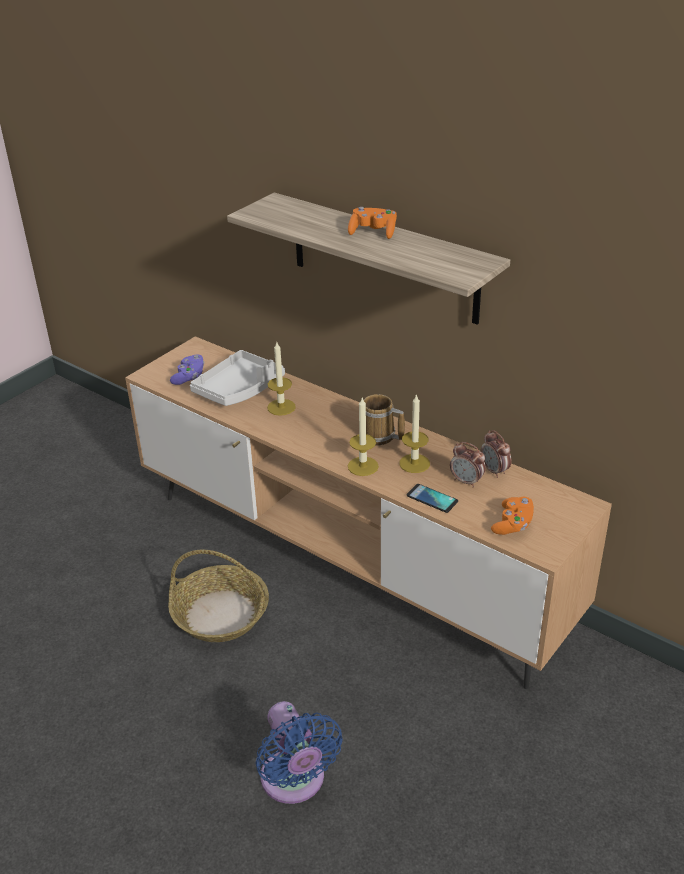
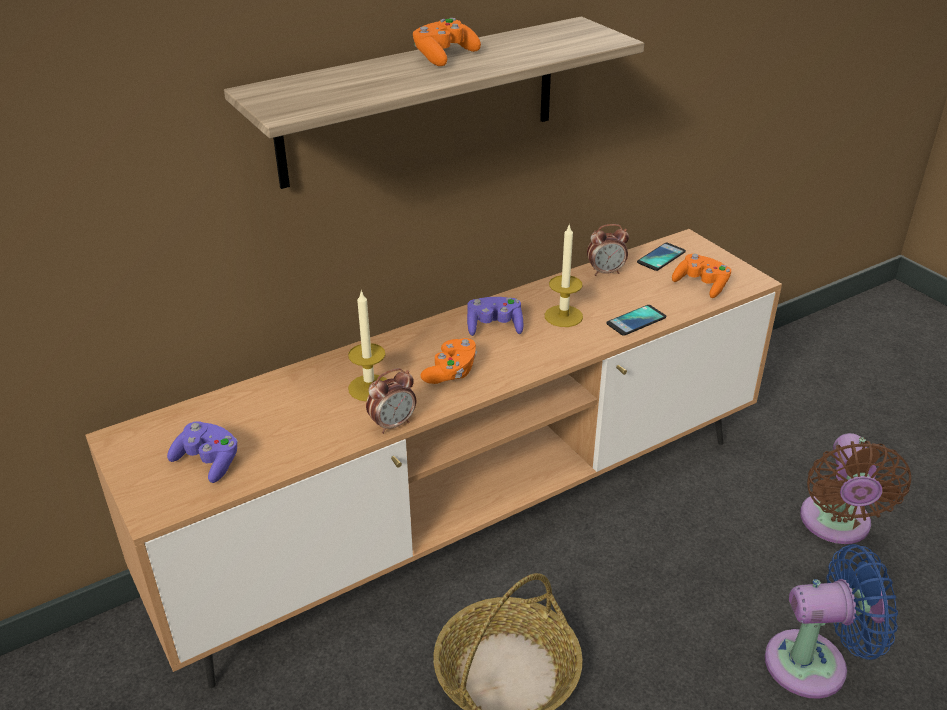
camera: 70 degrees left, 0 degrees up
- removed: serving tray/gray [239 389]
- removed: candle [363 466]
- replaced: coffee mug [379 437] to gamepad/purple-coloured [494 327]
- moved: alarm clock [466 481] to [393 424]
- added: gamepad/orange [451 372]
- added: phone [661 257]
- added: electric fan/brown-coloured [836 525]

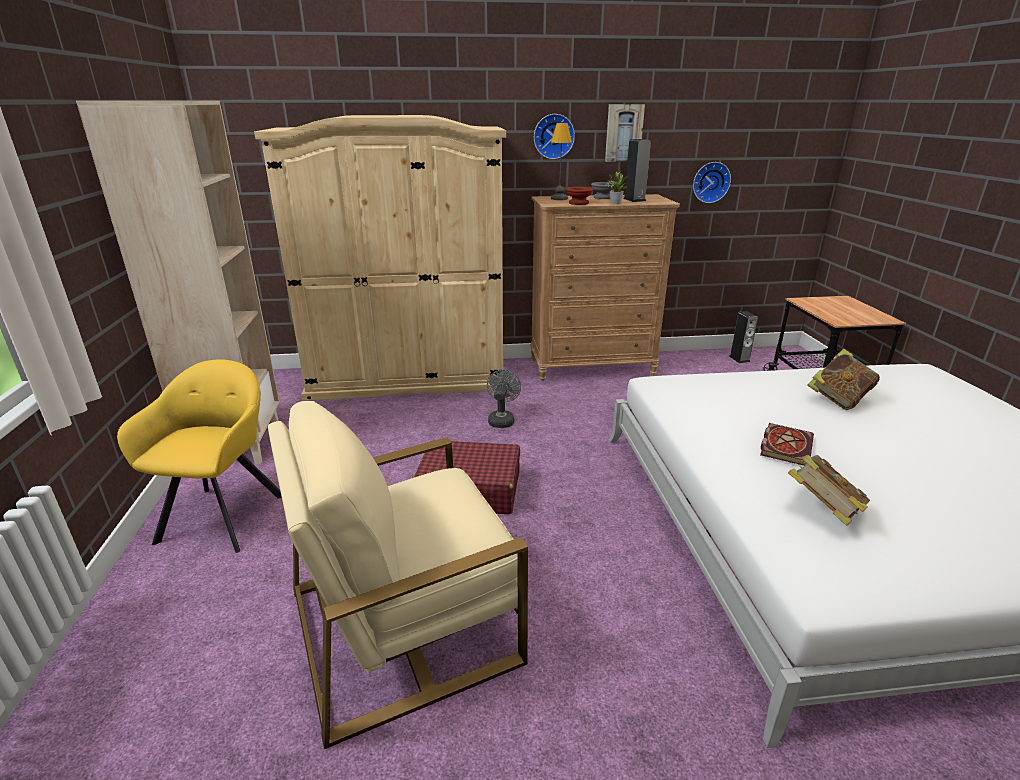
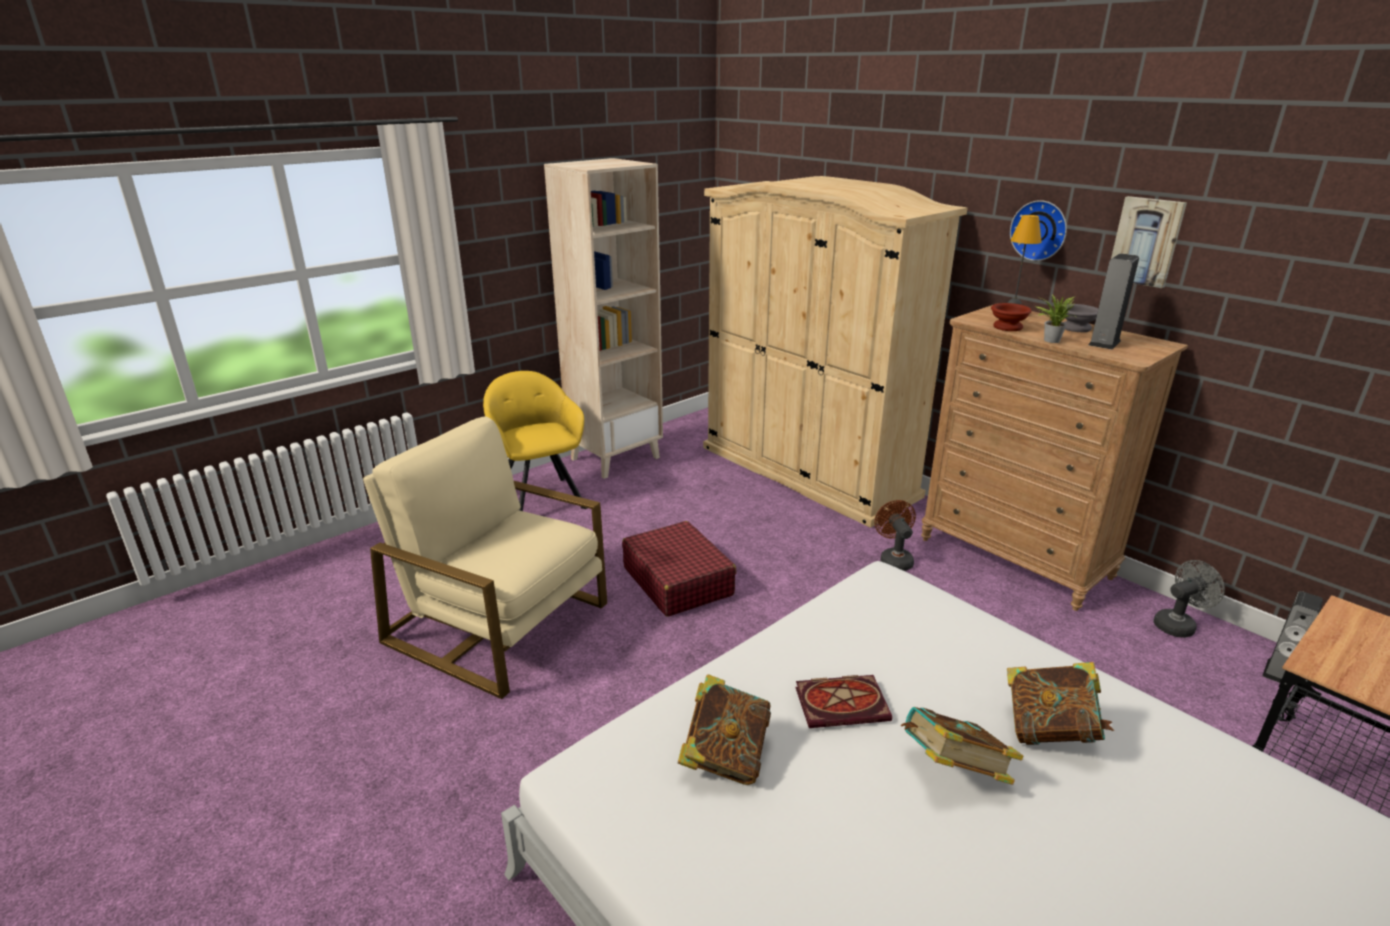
camera: 55 degrees right, 0 degrees up
- turned: armchair/yellowish [226 513] = [539 498] 90 degrees counterclockwise
- moved: electric fan/gray [502 419] to [1178 625]
- removed: clock on the wall [710 182]
- added: electric fan/brown-coloured [894 559]
- added: volume [952 771]

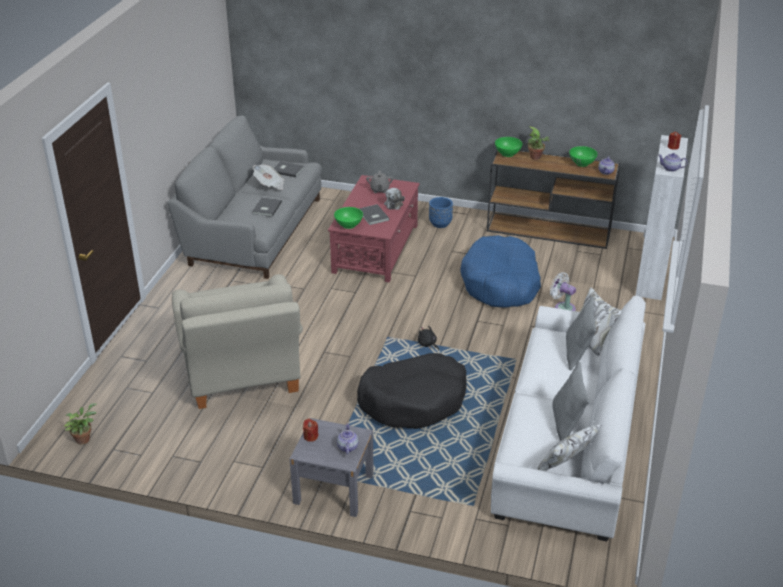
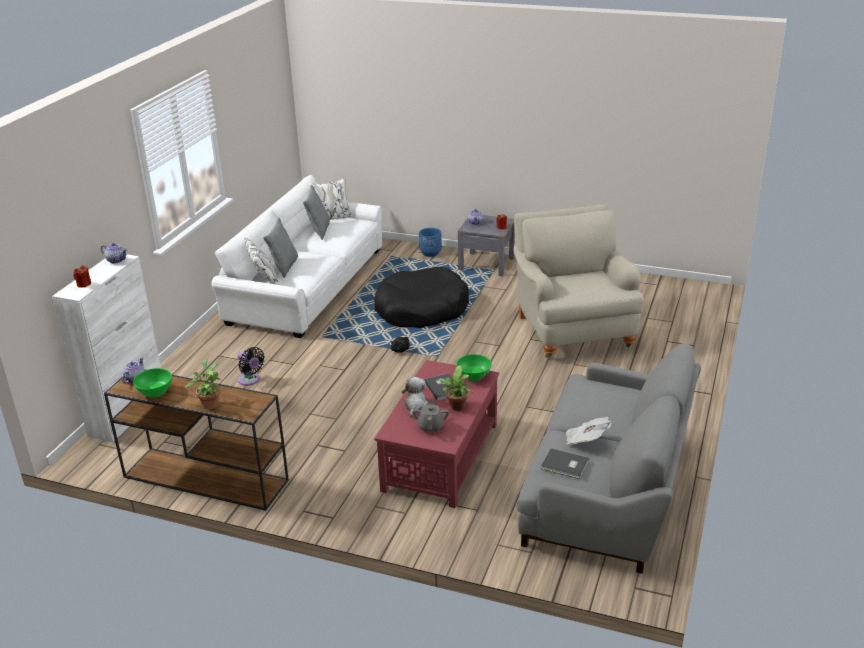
camera: 175 degrees left, 5 degrees down
- moved: houseplant [84 438] to [456 407]
- removed: volume/gray [266 208]
- moved: plant pot/blue-coloured [440 223] to [430 253]
- removed: dog cushion/blue-coloured [501 283]
- removed: bowl/green [507 154]
- recoloured: electric fan/whitish [562 308] to electric fan/blackish [250 380]

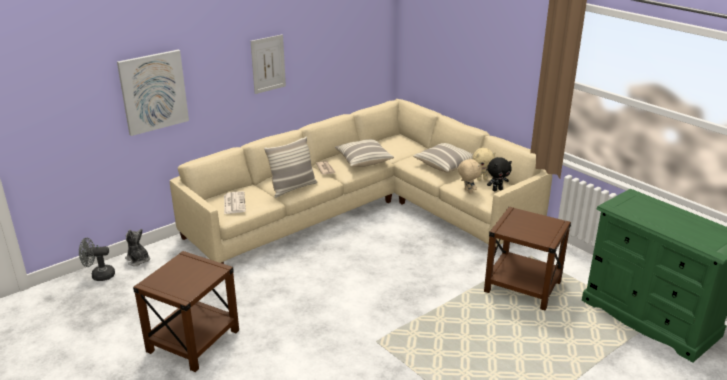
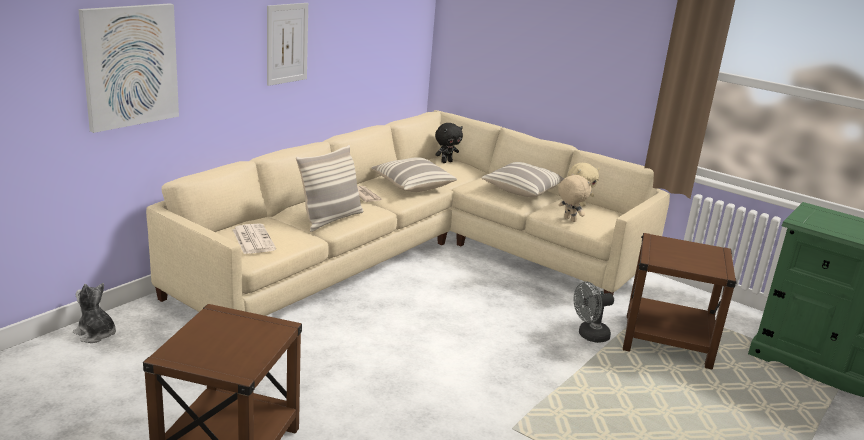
camera: 15 degrees left, 5 degrees down
- moved: electric fan/gray [99 275] to [589 336]
- moved: soft toy/blackish [497 189] to [446 161]

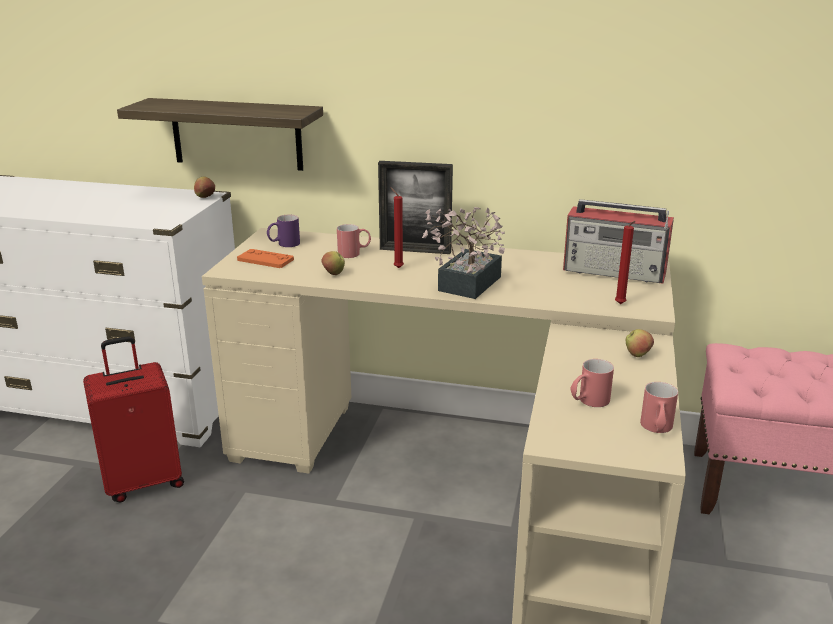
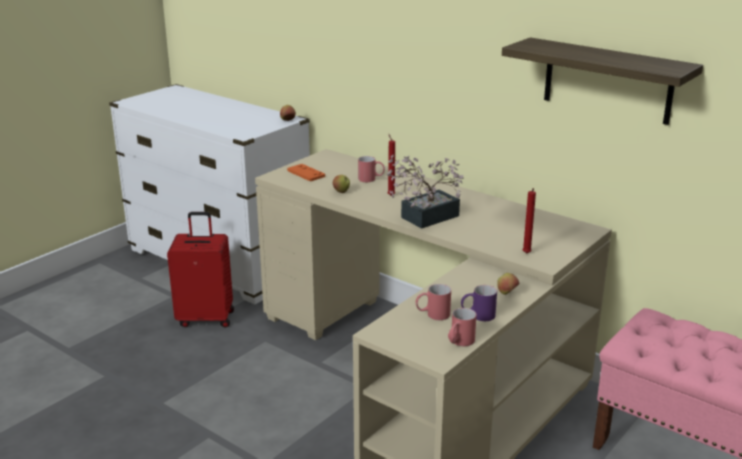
camera: 25 degrees right, 0 degrees up
- moved: bracket shelf [236 134] to [607 81]
- moved: coffee mug/purple-coloured [284 244] to [477 316]
- removed: picture frame [415 250]
- removed: radio [615 272]

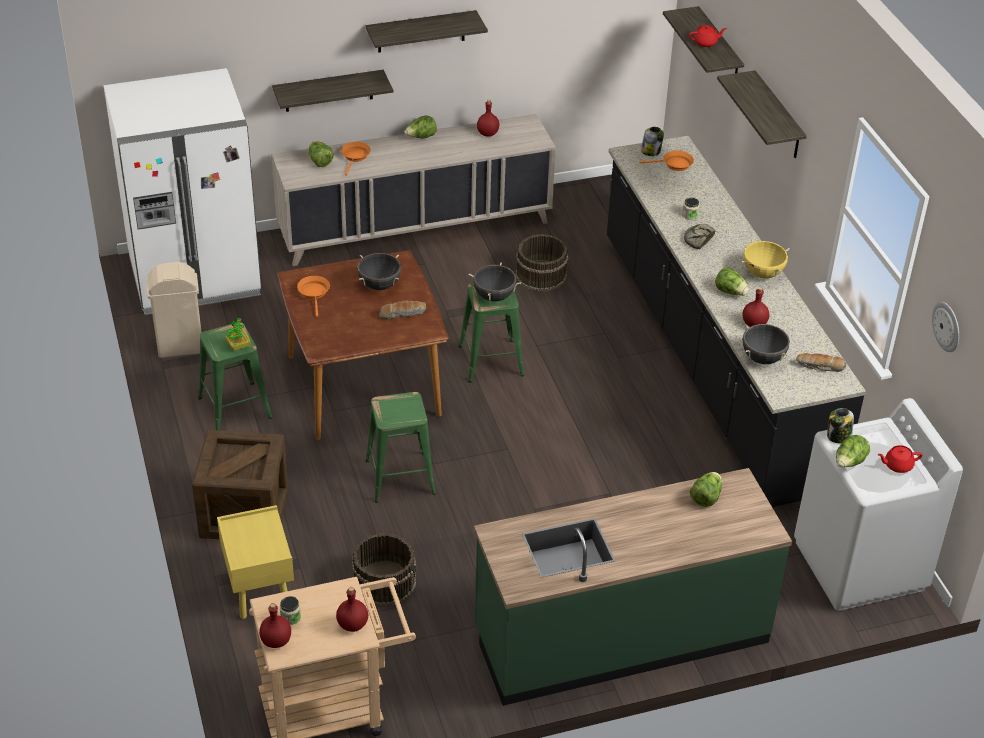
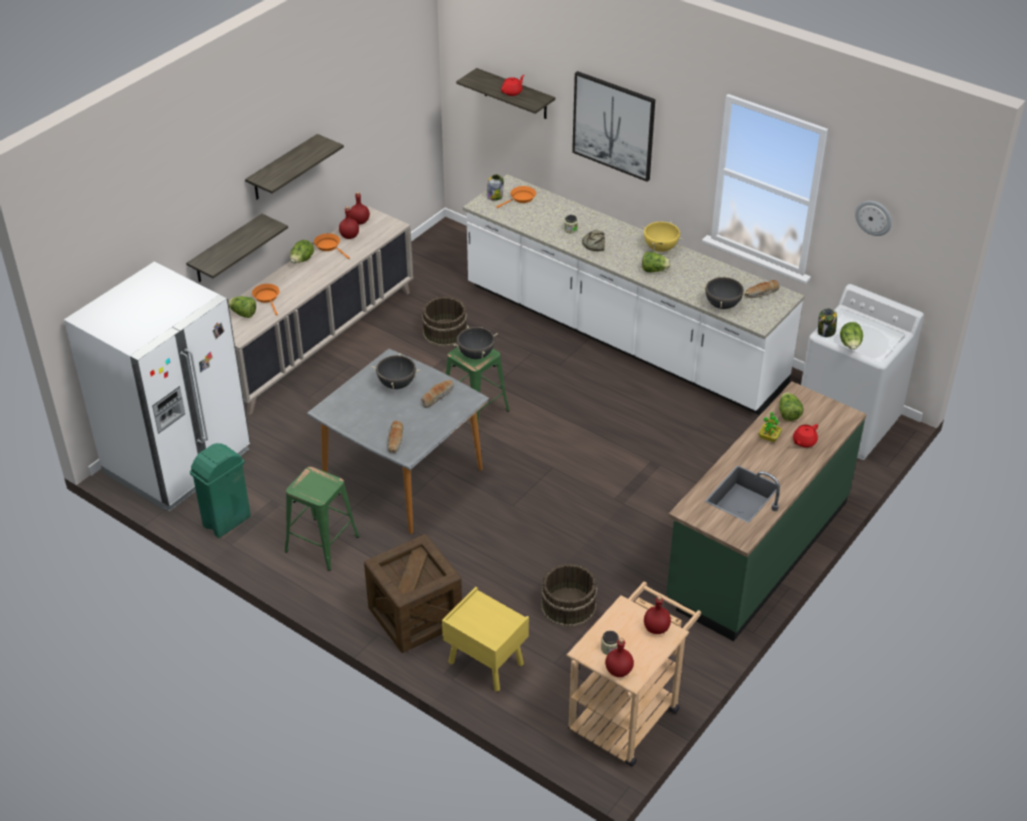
camera: 35 degrees left, 0 degrees up
- recoloured: trash can/beige-coloured [179 347] to trash can/green [226 521]
- moved: houseplant [238 346] to [769 437]
- recoloured: kitchen table/brown-coloured [363 387] to kitchen table/gray [403 477]
- moved: pan/orange [314 293] to [329 246]
- removed: stool/green [400 477]
- recoloured: kitchen counter/blackish [711 359] to kitchen counter/whitish [622 336]
- replaced: bracket shelf [778 116] to wall art [613 125]
- moved: bottle/red [754 323] to [359 221]
- moved: tea pot/red [897 465] to [804 442]
- added: bread [396 440]

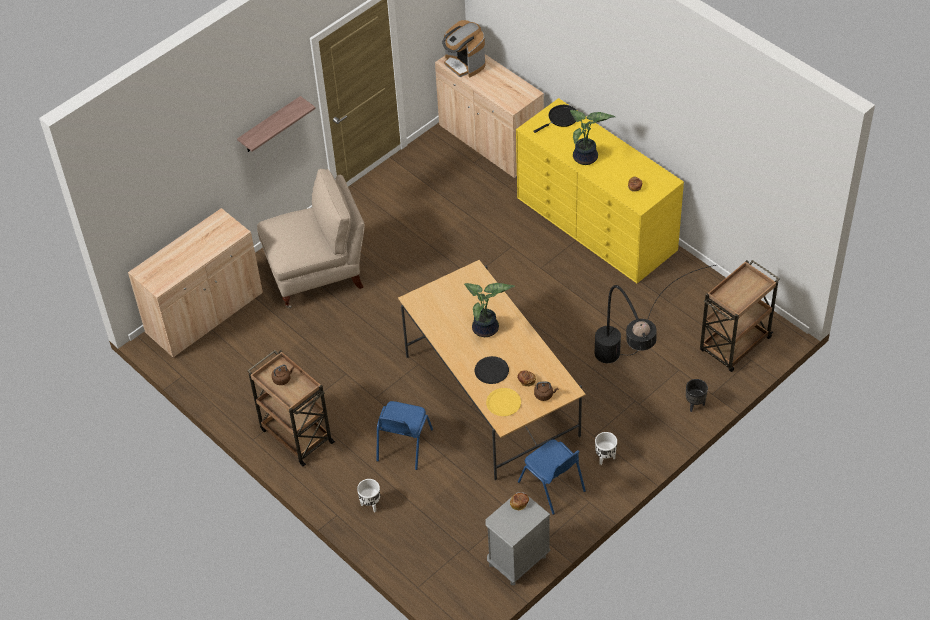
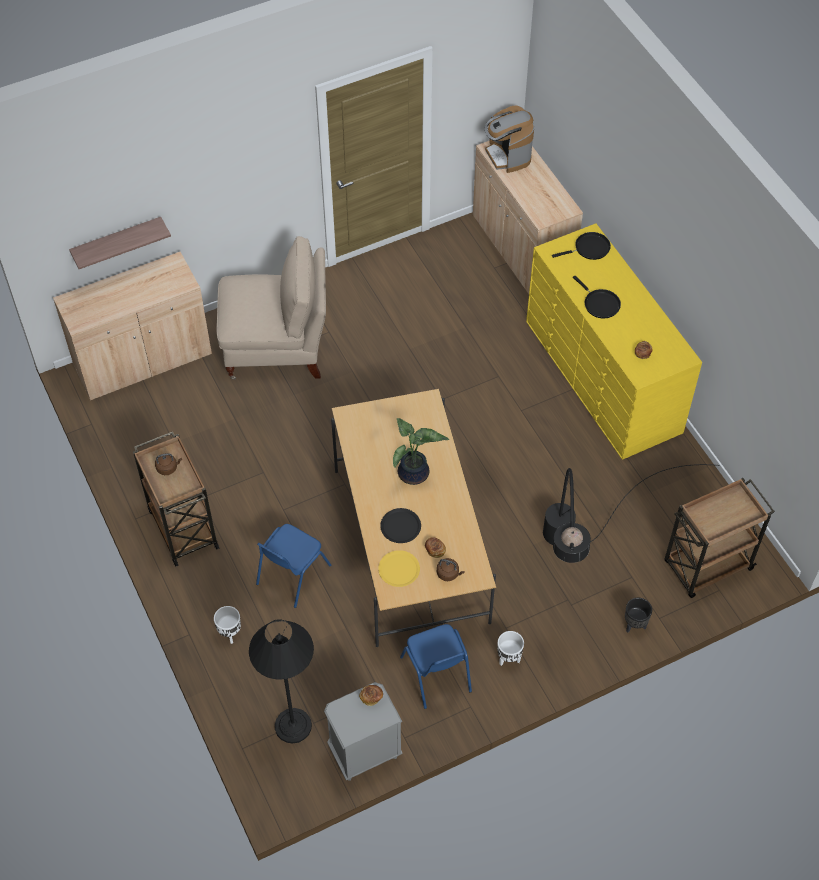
camera: 15 degrees right, 5 degrees up
- moved: bracket shelf [270 126] to [117 242]
- replaced: houseplant [586 158] to pan/blackish [599 304]
- added: standard lamp/blackish [293 726]

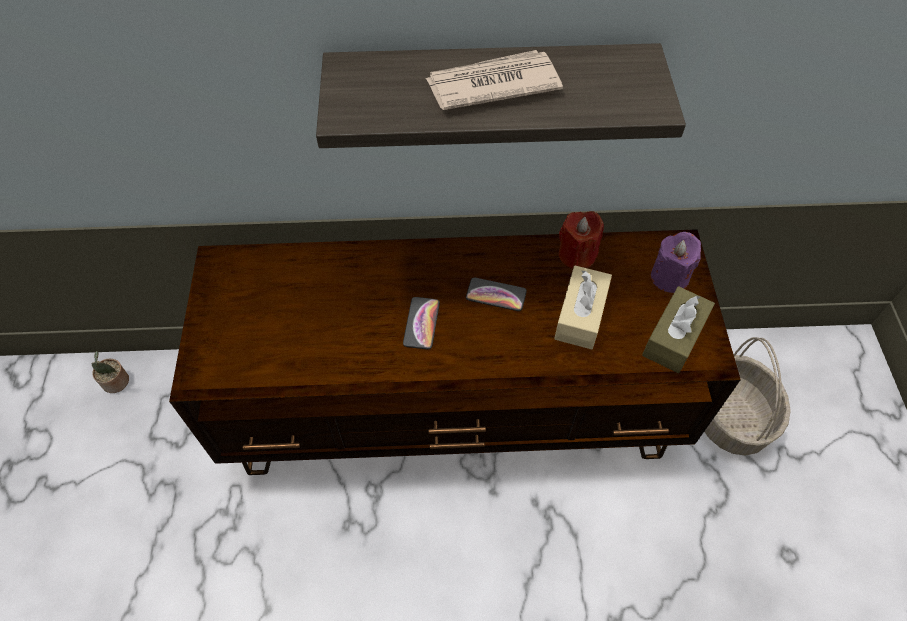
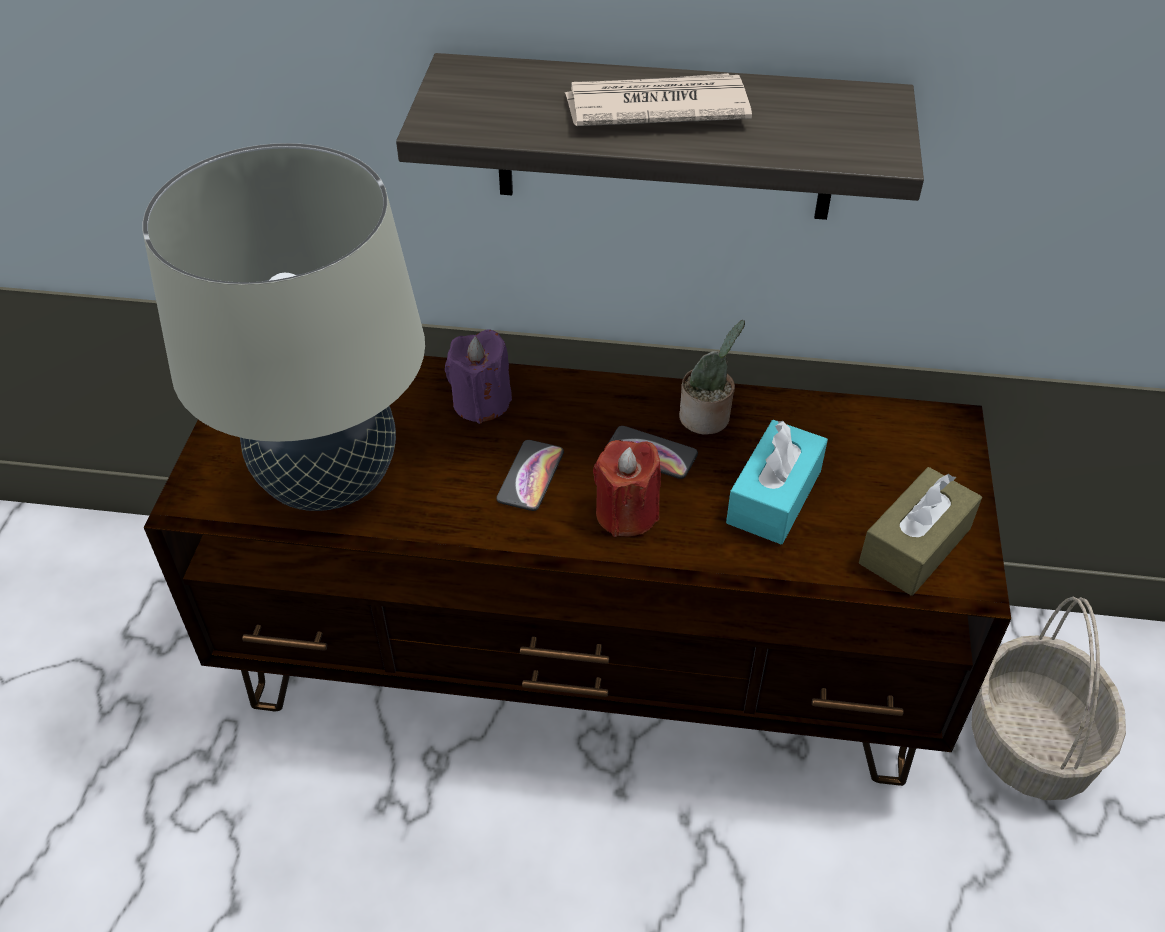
camera: 10 degrees right, 10 degrees down
- moved: houseplant [117 382] to [707 419]
- recoloured: box of tissues/beige-coloured [580 315] to box of tissues/turquoise [774 497]
- moved: candle/red [577 254] to [626 513]
- moved: candle/purple-coloured [669 277] to [481 402]
- added: tabletop lamp/beige-coloured [329 479]

